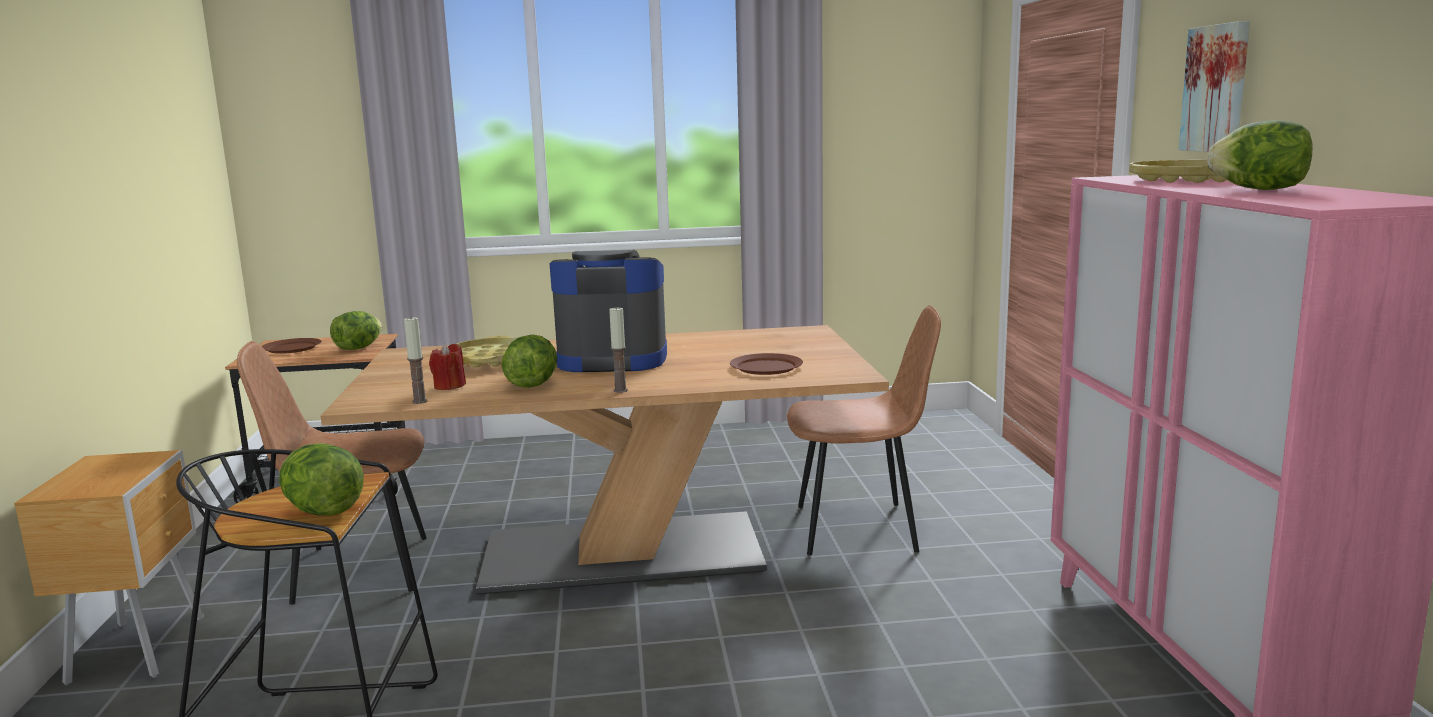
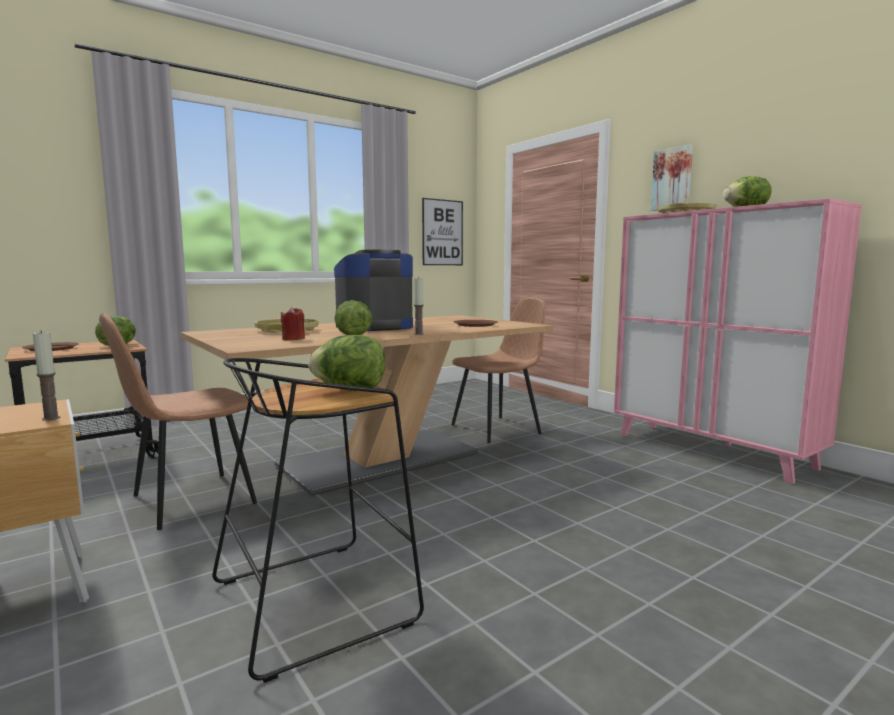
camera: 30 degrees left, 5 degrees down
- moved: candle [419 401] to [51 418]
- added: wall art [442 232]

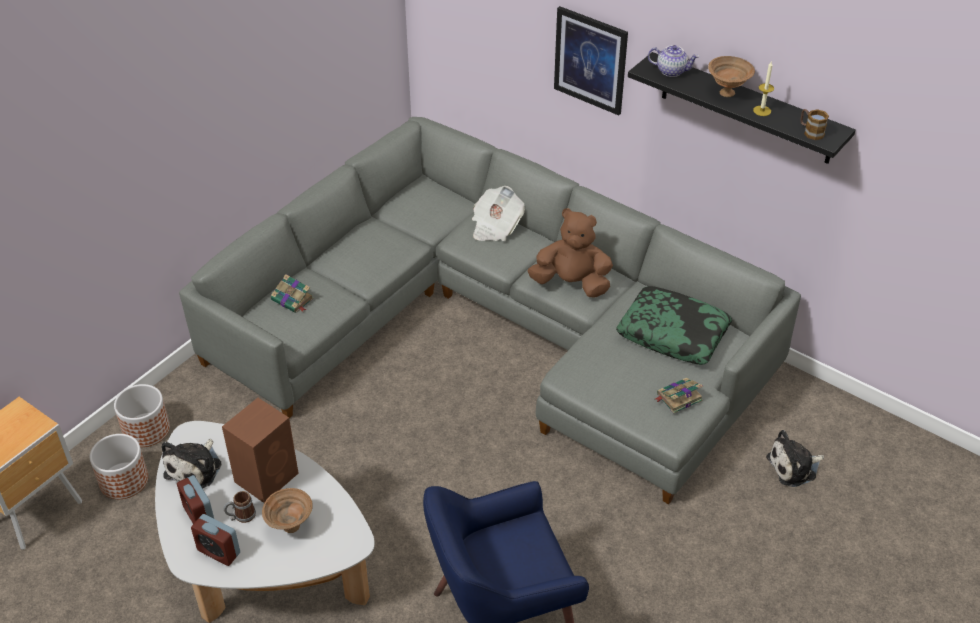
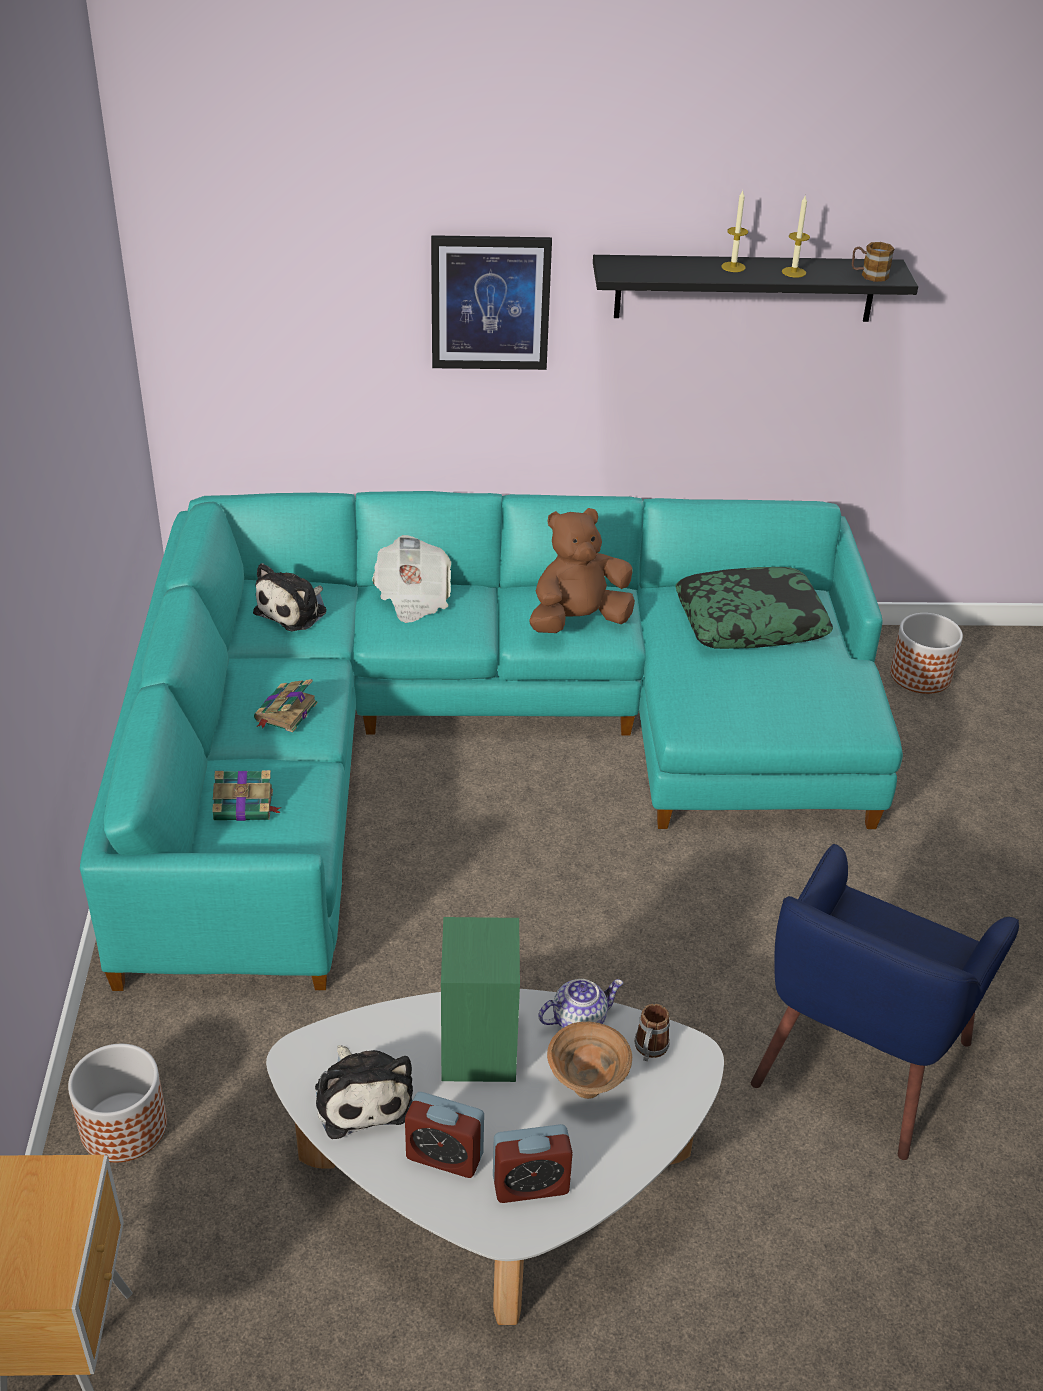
camera: 40 degrees left, 5 degrees down
- moved: plant pot [124 480] to [920 675]
- recoloured: settee/gray [497 329] to settee/turquoise [476 740]
- recoloured: loudspeaker/brown-coloured [267 476] to loudspeaker/green [479 1045]
- moved: coffee mug [241 516] to [649 1050]
- moved: tea pot [671 71] to [579 1019]
- moved: volume [678 398] to [285 712]
- replaced: bowl/brown-coloured [727 92] to candle [733 267]
- moved: soft toy [794 467] to [294 611]

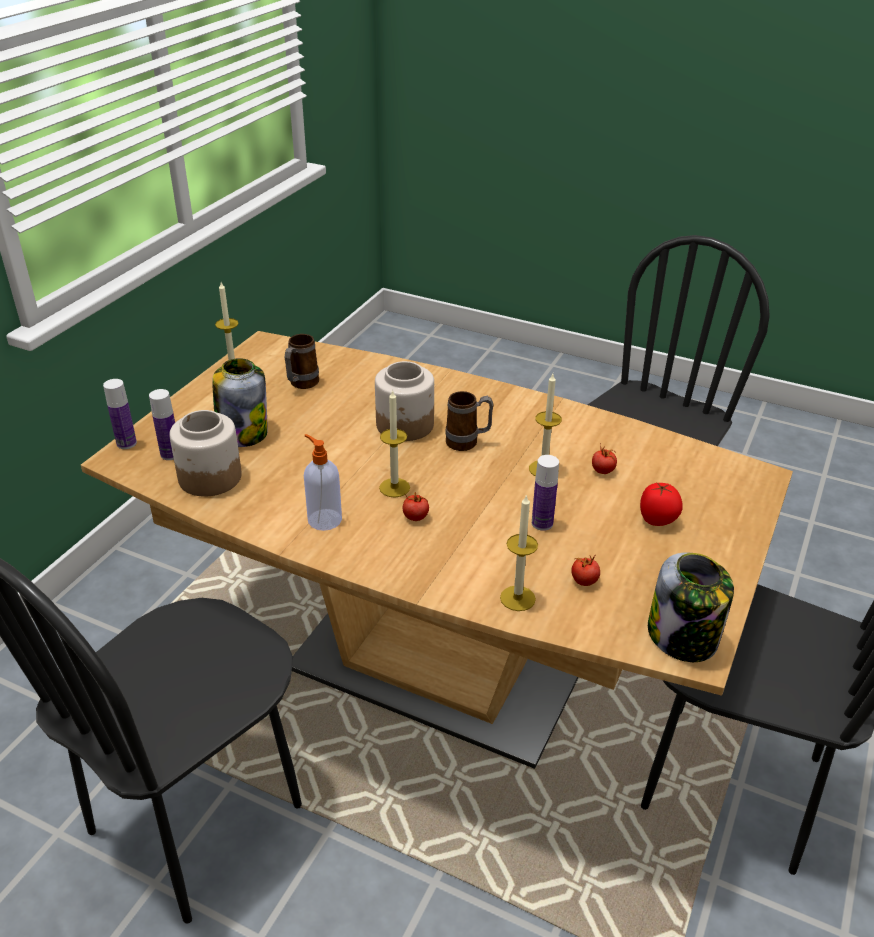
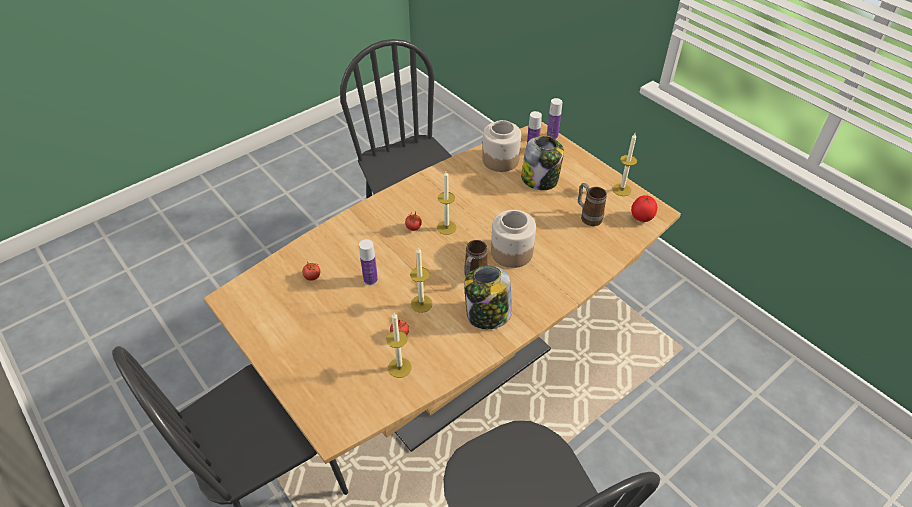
camera: 115 degrees right, 10 degrees up
- removed: soap dispenser [323 519]
- moved: candle [517 598] to [399 367]
- moved: fresh tomato [657 520] to [641 218]
- moved: preserve jar [683 637] to [487 315]

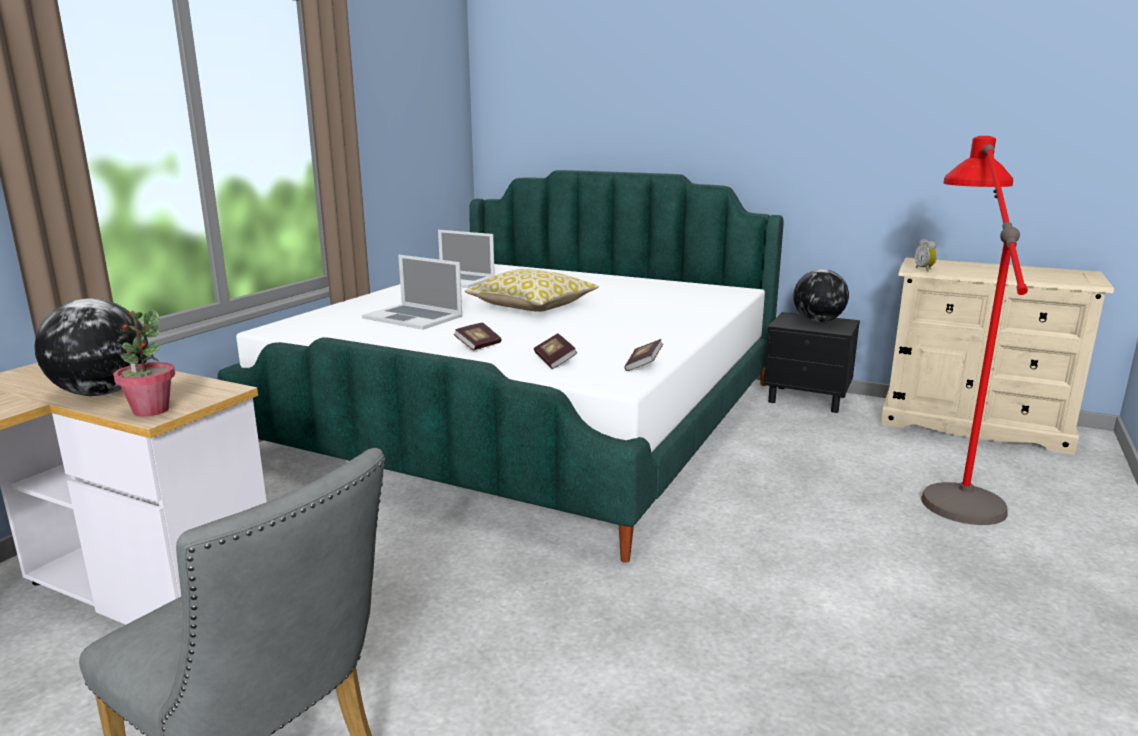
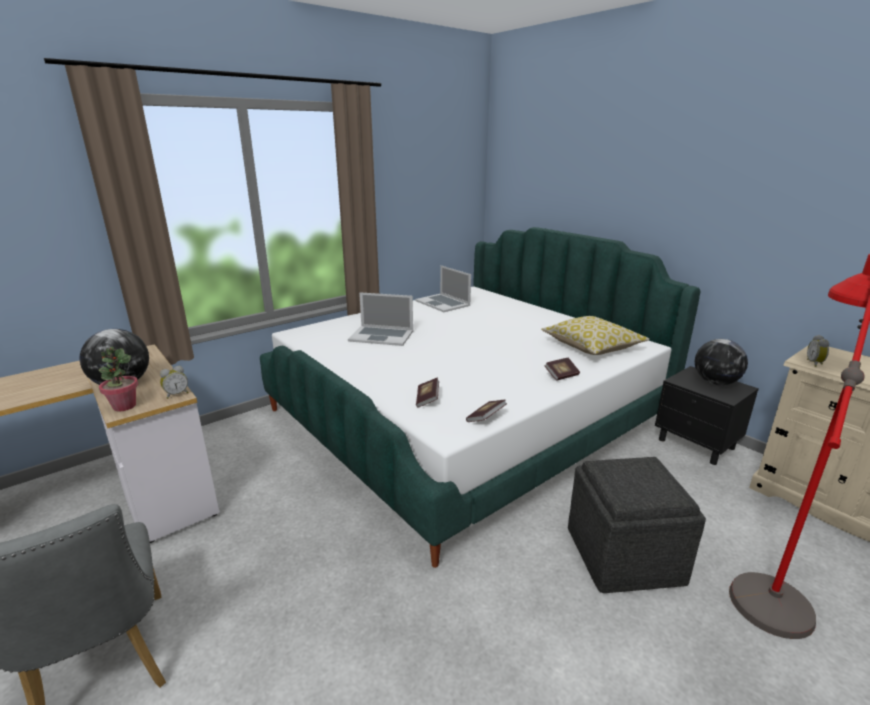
camera: 25 degrees right, 5 degrees up
- turned: laptop [413 317] = [381 336] 45 degrees counterclockwise
- moved: volume [478 346] to [561 375]
- moved: throw pillow [532 306] to [592 347]
- added: alarm clock [176 394]
- added: pouffe/gray [625 556]

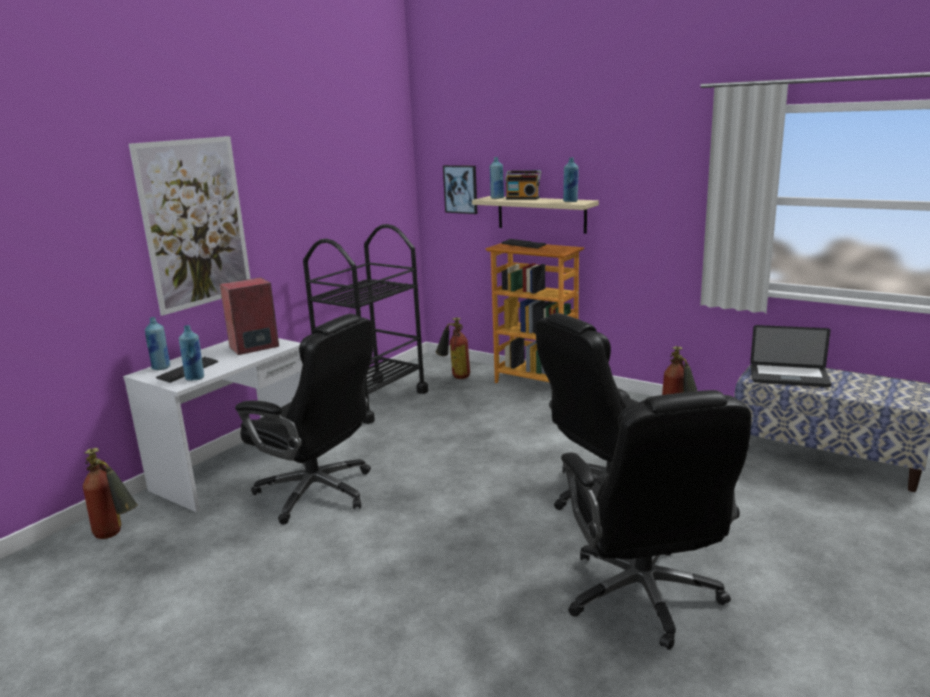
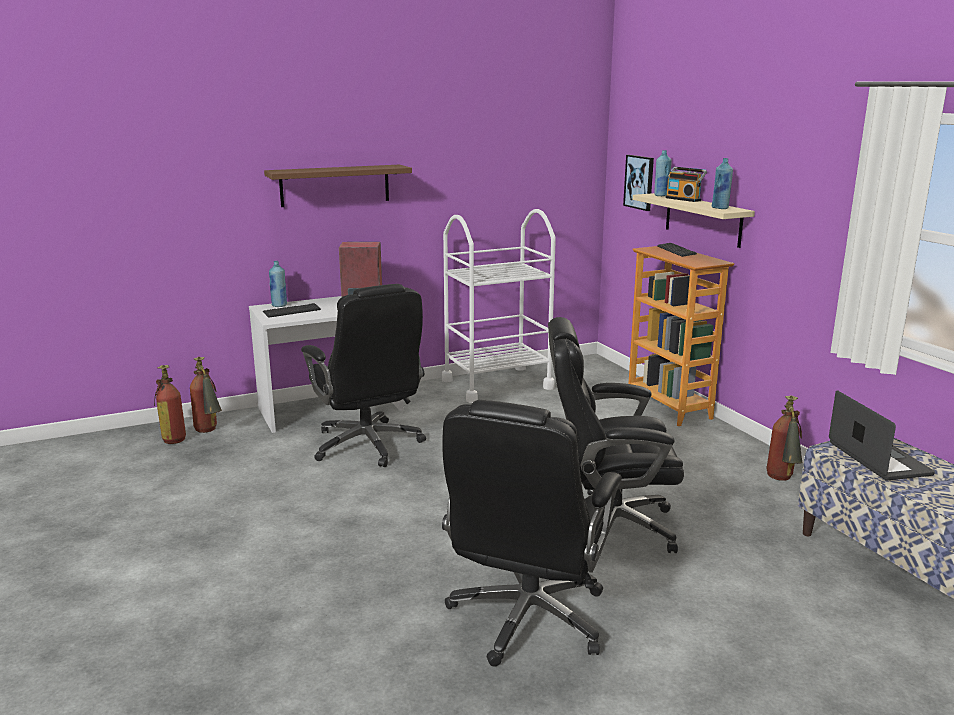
camera: 30 degrees right, 0 degrees up
- replaced: wall art [195 223] to bracket shelf/brown-coloured [335 185]
- removed: bottle/blue-coloured [195 378]
- recoloured: cart/blackish [373 400] to cart/whitish [497 384]
- moved: extinguisher [455 375] to [173 437]
- turned: laptop [789 377] = [878 459] 150 degrees counterclockwise

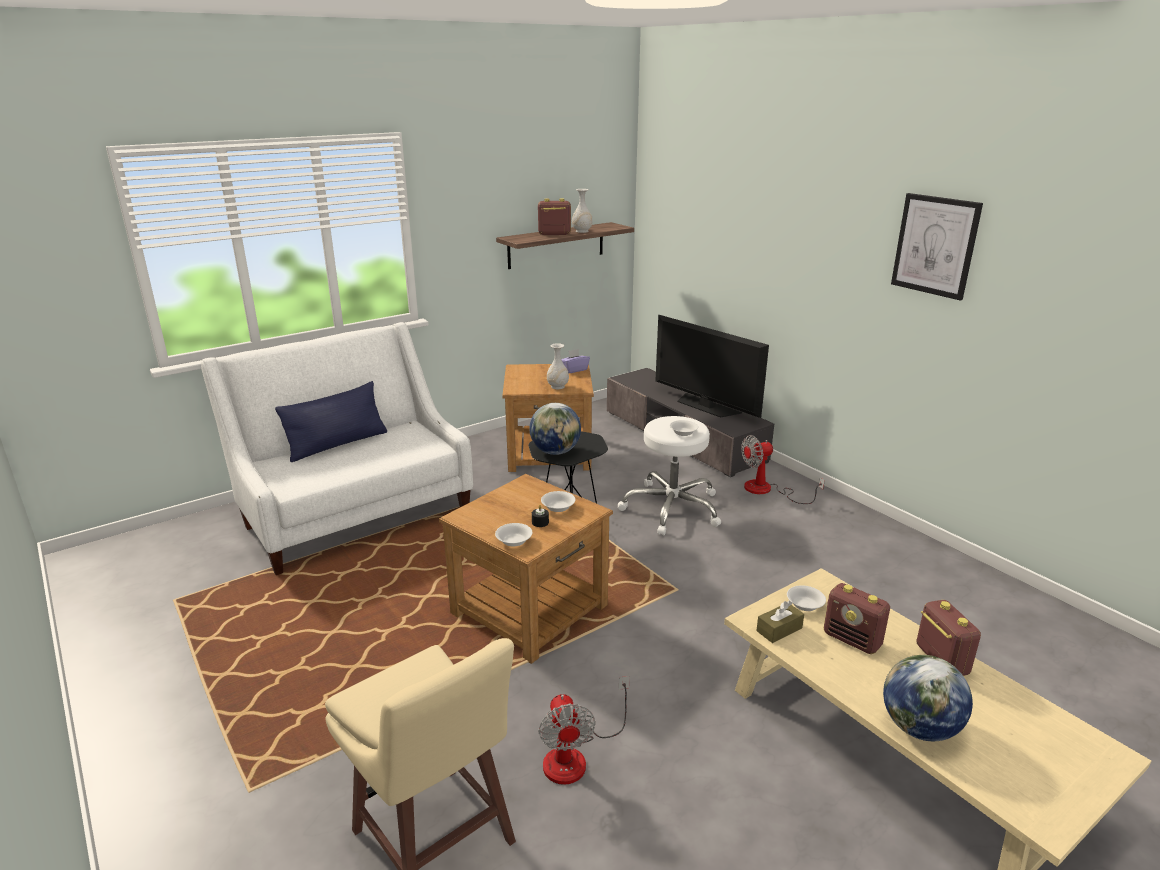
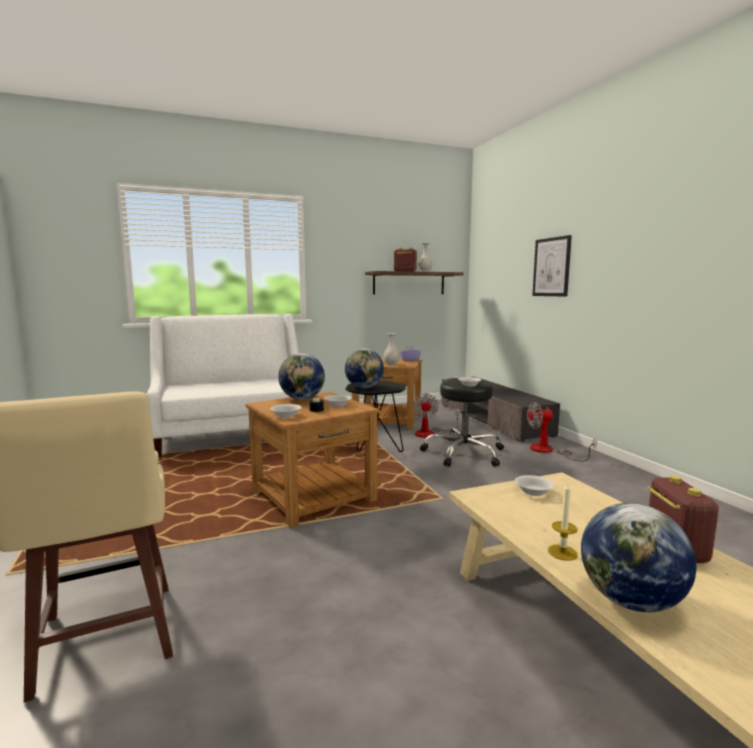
camera: 15 degrees right, 15 degrees down
- removed: throw pillow/blue-coloured [337 444]
- moved: electric fan [575 756] to [430 433]
- recoloured: stool/whitish [671 508] to stool/blackish [463 453]
- removed: television [706 406]
- removed: box of tissues/brown-coloured [779 629]
- removed: radio [852 640]
- moved: wall art [935 245] to [551 267]
- added: globe [302 399]
- added: candle [562 552]

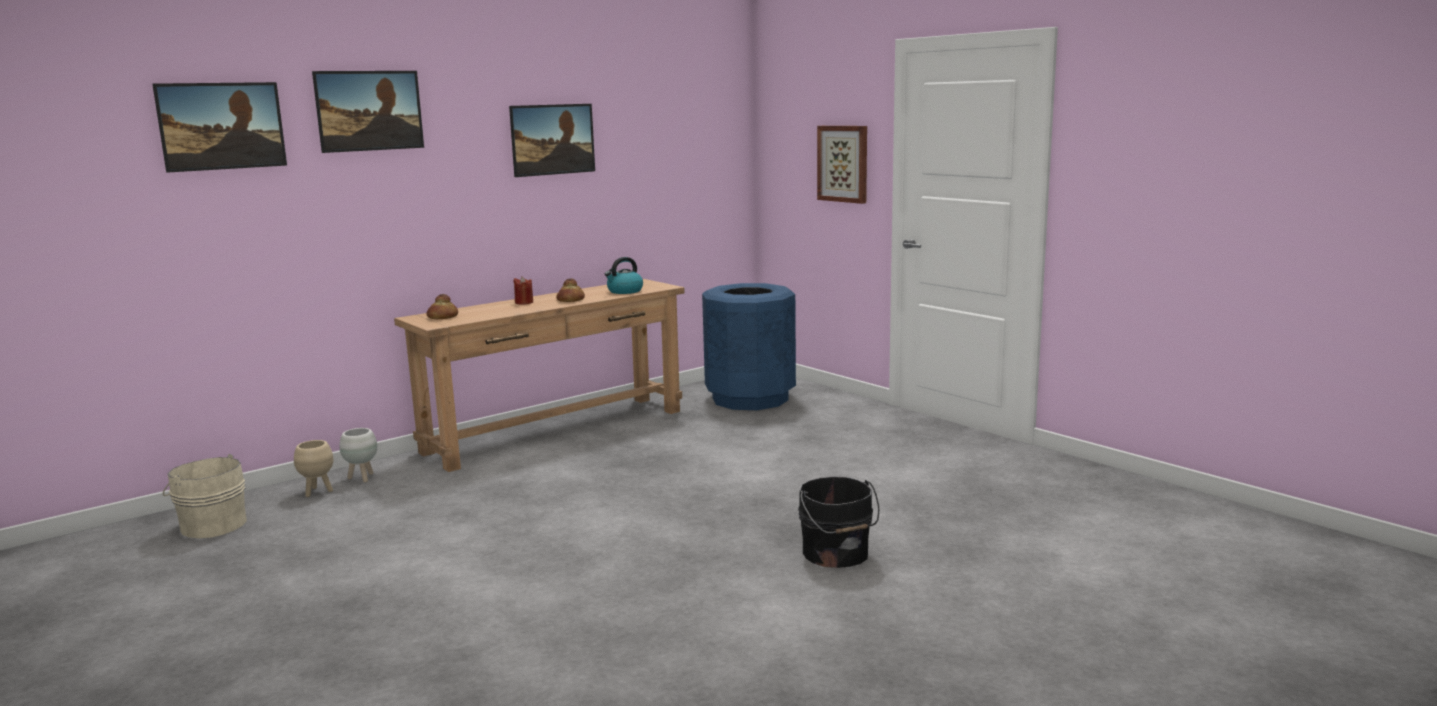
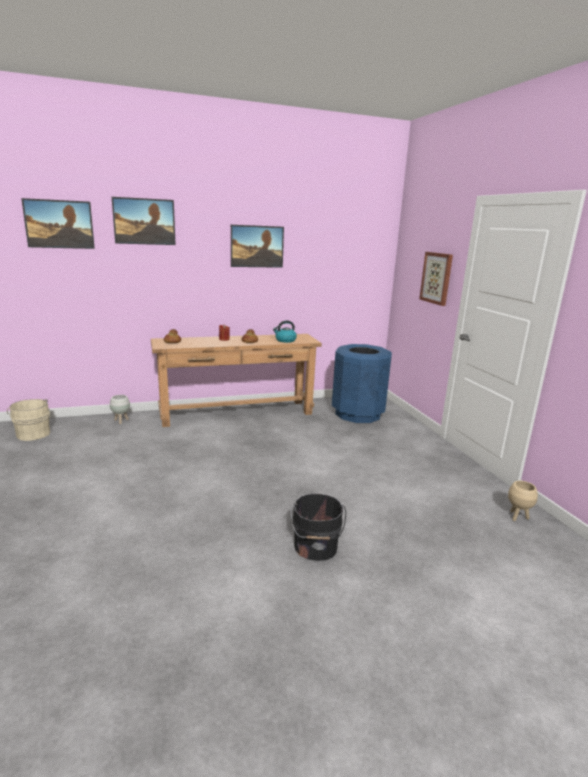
camera: 20 degrees right, 5 degrees up
- moved: plant pot/beige-coloured [318 492] to [517 517]

